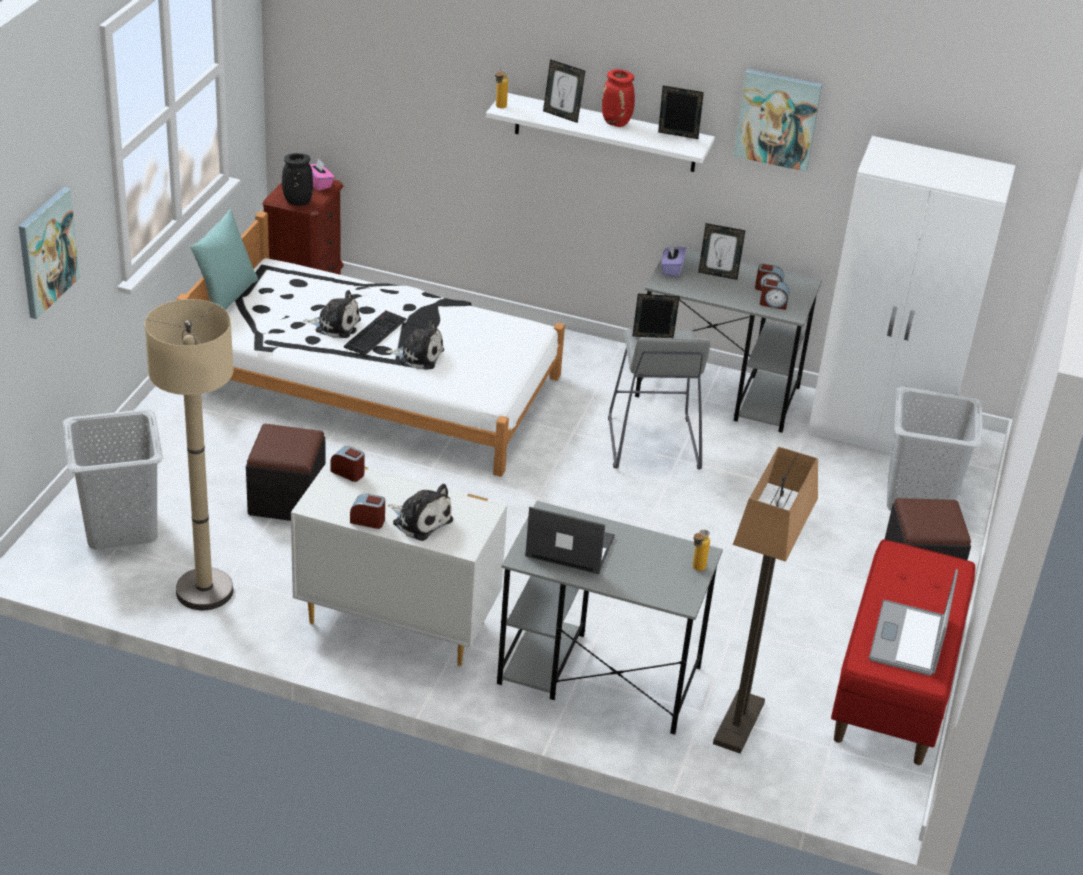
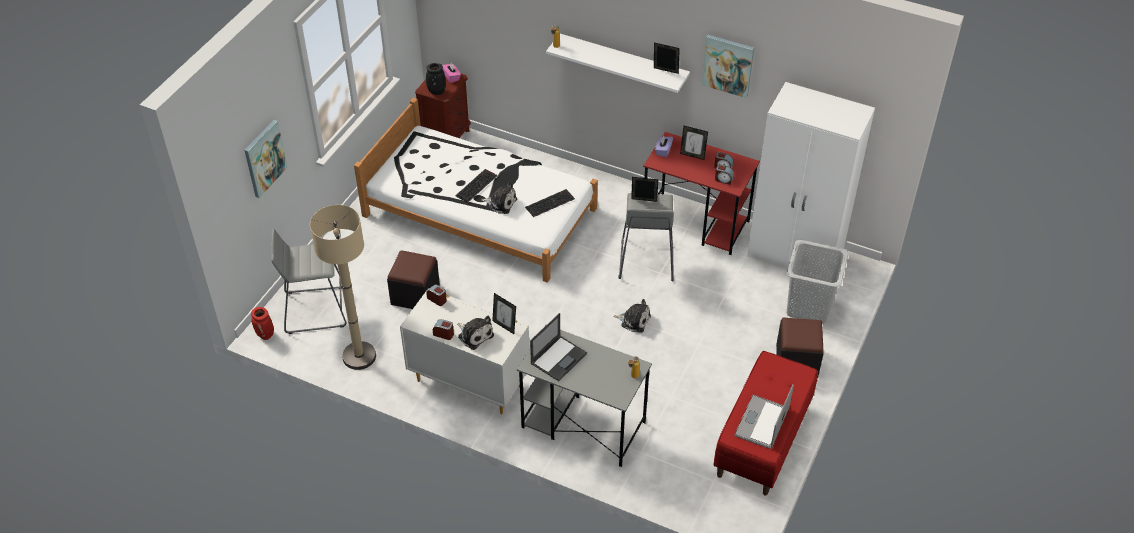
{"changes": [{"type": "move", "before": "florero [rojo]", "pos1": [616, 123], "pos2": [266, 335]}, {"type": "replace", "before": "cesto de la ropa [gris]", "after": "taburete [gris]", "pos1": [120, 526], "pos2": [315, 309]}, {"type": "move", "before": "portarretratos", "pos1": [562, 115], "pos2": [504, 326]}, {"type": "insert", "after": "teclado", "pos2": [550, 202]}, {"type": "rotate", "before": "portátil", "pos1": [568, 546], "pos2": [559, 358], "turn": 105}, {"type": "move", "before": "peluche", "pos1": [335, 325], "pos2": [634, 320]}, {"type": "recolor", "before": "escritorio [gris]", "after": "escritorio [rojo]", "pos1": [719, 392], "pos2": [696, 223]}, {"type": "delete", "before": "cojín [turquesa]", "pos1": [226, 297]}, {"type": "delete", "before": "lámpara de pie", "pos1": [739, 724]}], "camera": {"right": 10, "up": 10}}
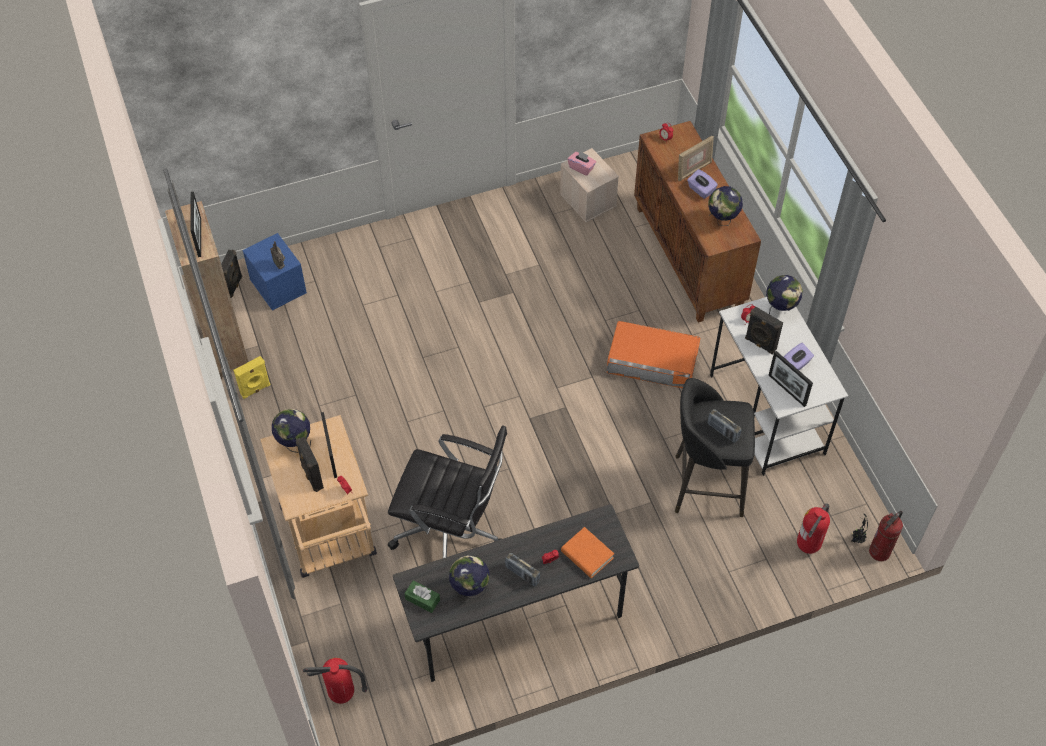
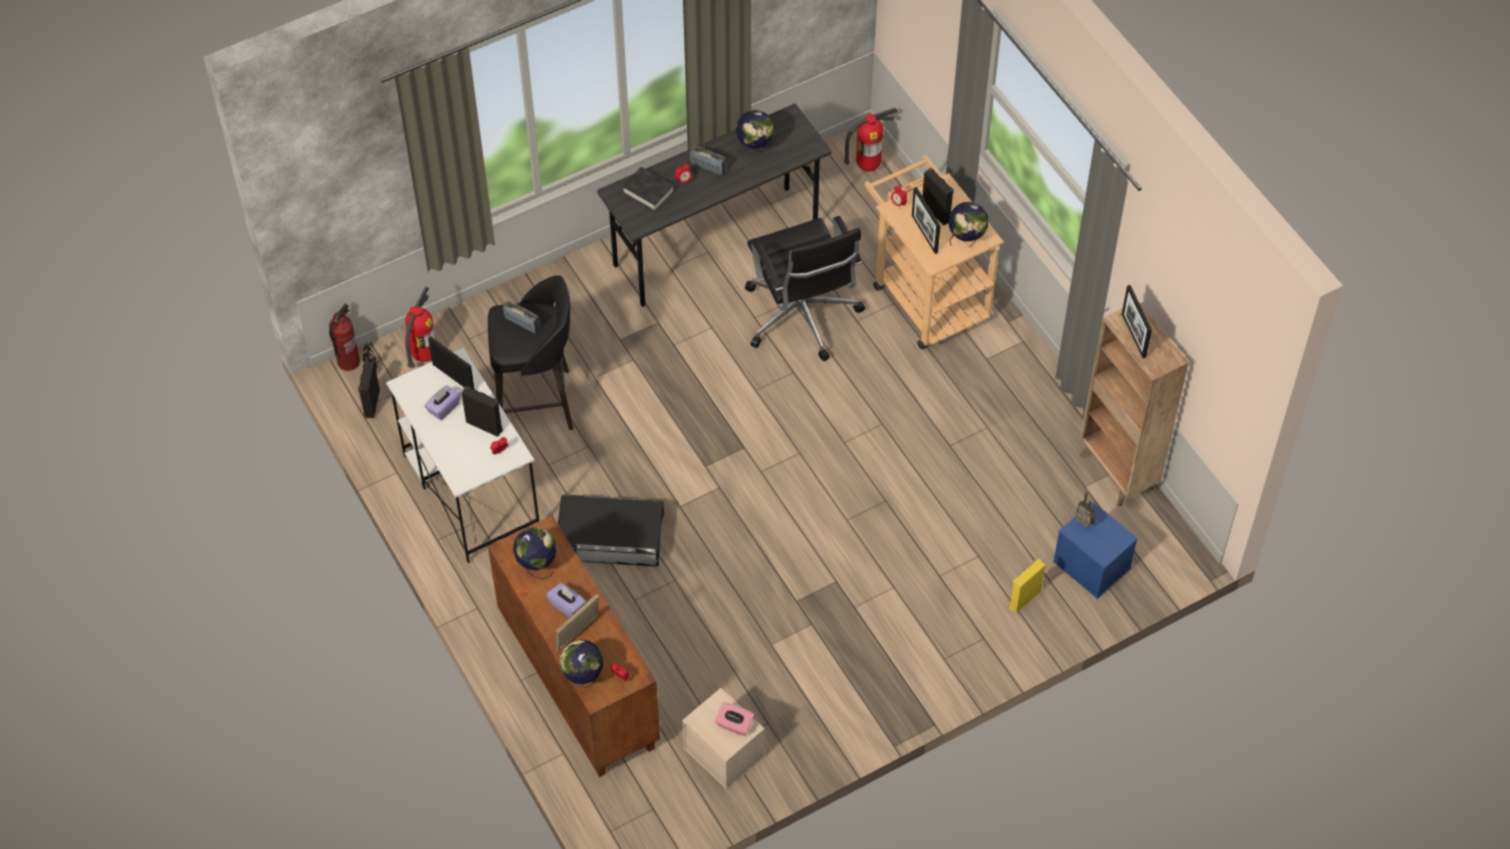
{"changes": [{"type": "move", "before": "altavoz [negro]", "pos1": [234, 286], "pos2": [371, 403]}, {"type": "recolor", "before": "caja de almacenaje [naranja]", "after": "caja de almacenaje [negro]", "pos1": [652, 361], "pos2": [610, 536]}, {"type": "move", "before": "globo terráqueo", "pos1": [780, 309], "pos2": [583, 678]}, {"type": "recolor", "before": "libro [naranja]", "after": "libro [negro]", "pos1": [587, 555], "pos2": [648, 191]}, {"type": "rotate", "before": "silla de oficina [negro]", "pos1": [451, 532], "pos2": [802, 318], "turn": -120}, {"type": "move", "before": "altavoz [amarillo]", "pos1": [255, 390], "pos2": [1024, 598]}, {"type": "delete", "before": "caja de pañuelos [verde]", "pos1": [422, 599]}], "camera": {"right": 170, "up": 0}}
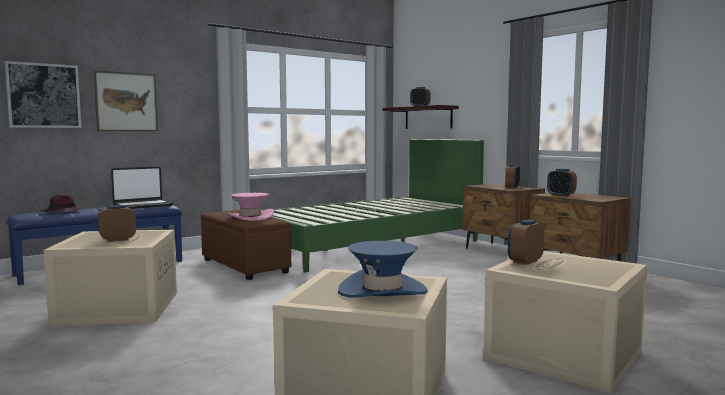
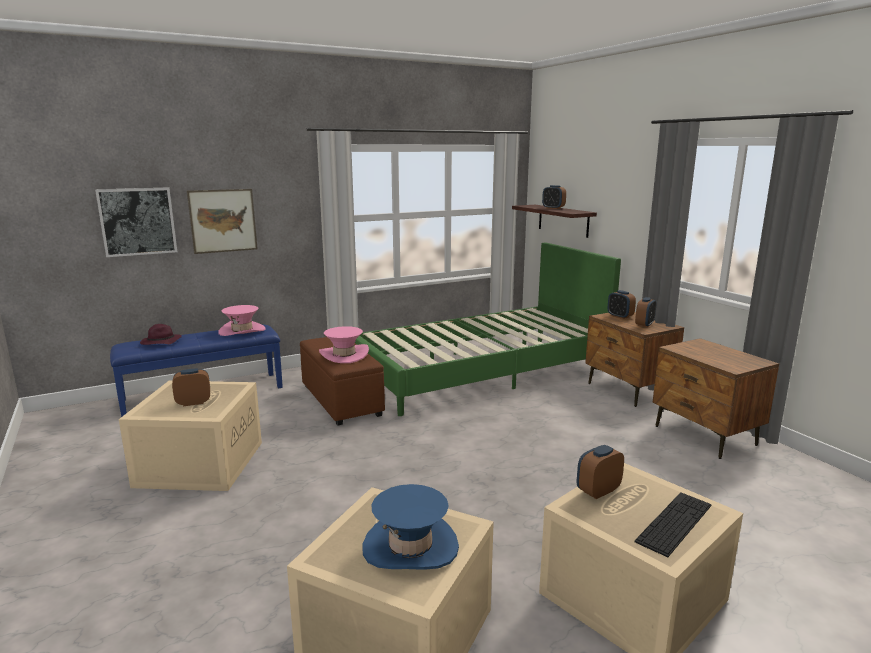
{"changes": [{"type": "replace", "before": "portátil", "after": "sombrero [rosa]", "pos1": [142, 205], "pos2": [242, 331]}, {"type": "move", "before": "despertador", "pos1": [561, 195], "pos2": [620, 316]}, {"type": "insert", "after": "teclado", "pos2": [674, 523]}], "camera": {"right": 10, "up": 10}}
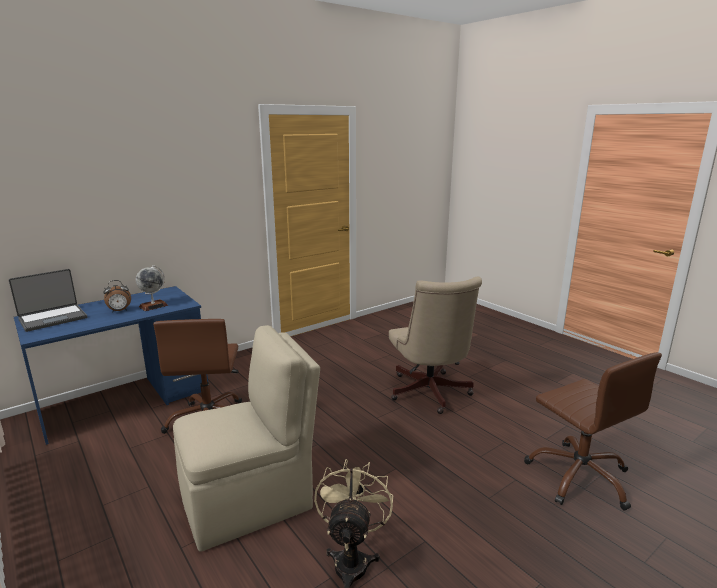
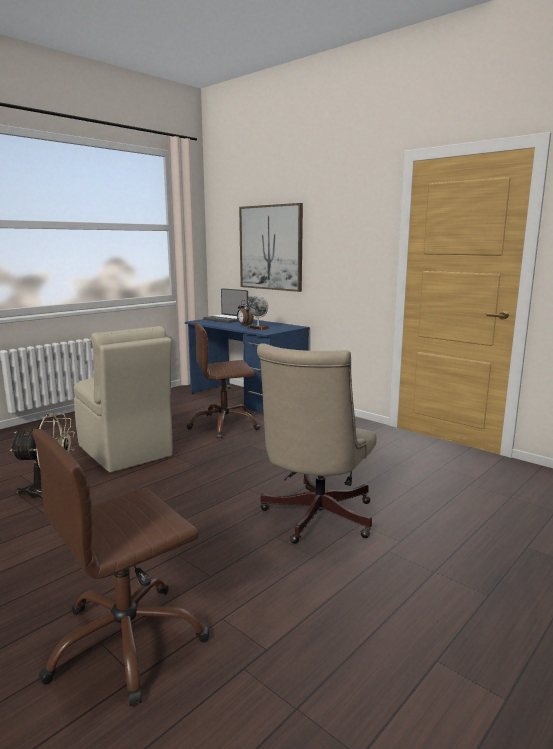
{"changes": [{"type": "insert", "after": "cuadro", "pos2": [270, 247]}, {"type": "rotate", "before": "silla de oficina [beis]", "pos1": [430, 394], "pos2": [314, 519], "turn": -45}], "camera": {"right": 80, "up": -5}}
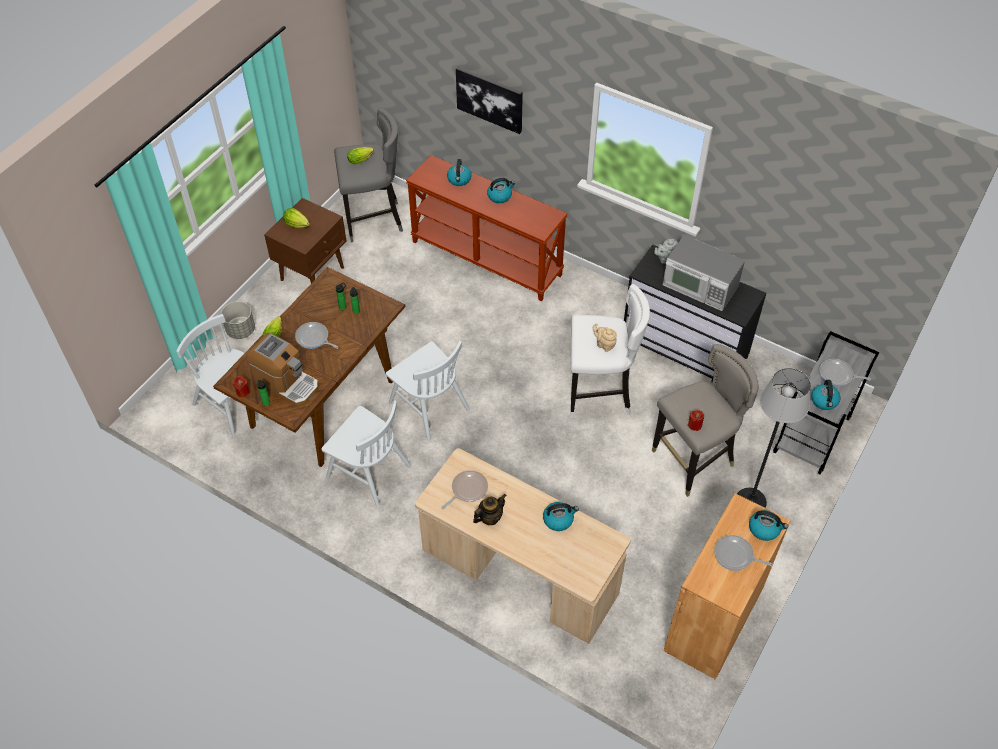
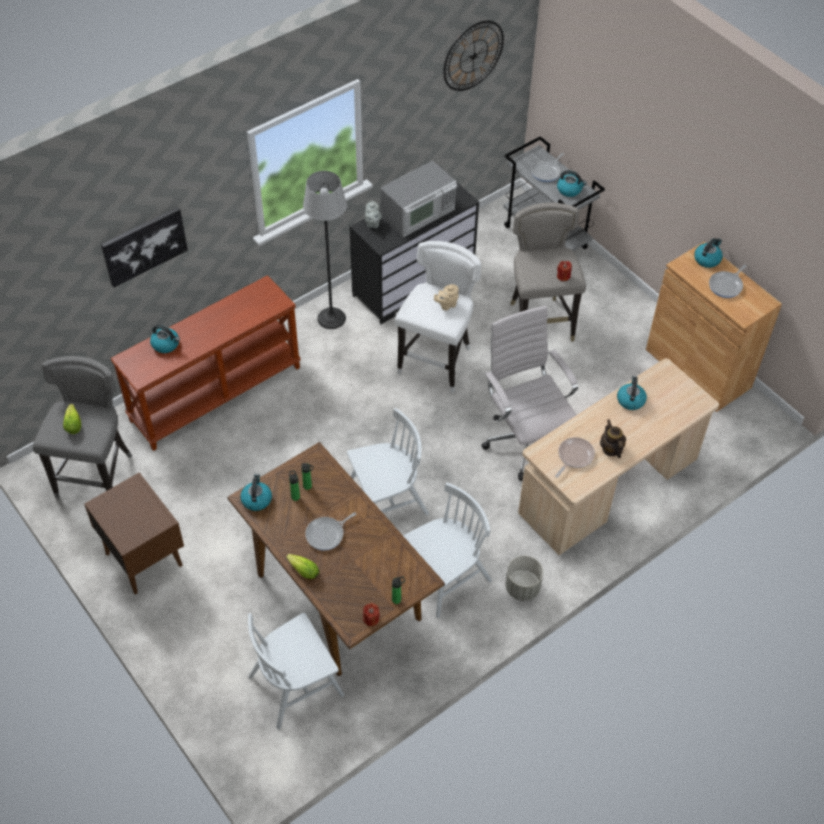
{"changes": [{"type": "move", "before": "hervidor", "pos1": [500, 196], "pos2": [256, 499]}, {"type": "move", "before": "lámpara de pie", "pos1": [750, 500], "pos2": [331, 318]}, {"type": "insert", "after": "reloj de pared", "pos2": [473, 56]}, {"type": "insert", "after": "silla de oficina [blanco]", "pos2": [525, 440]}, {"type": "move", "before": "maceta [gris]", "pos1": [240, 330], "pos2": [522, 588]}, {"type": "rotate", "before": "sartén", "pos1": [467, 490], "pos2": [574, 456], "turn": 60}, {"type": "delete", "before": "cafetera", "pos1": [287, 383]}, {"type": "delete", "before": "lechuga", "pos1": [296, 224]}], "camera": {"right": -70, "up": 0}}
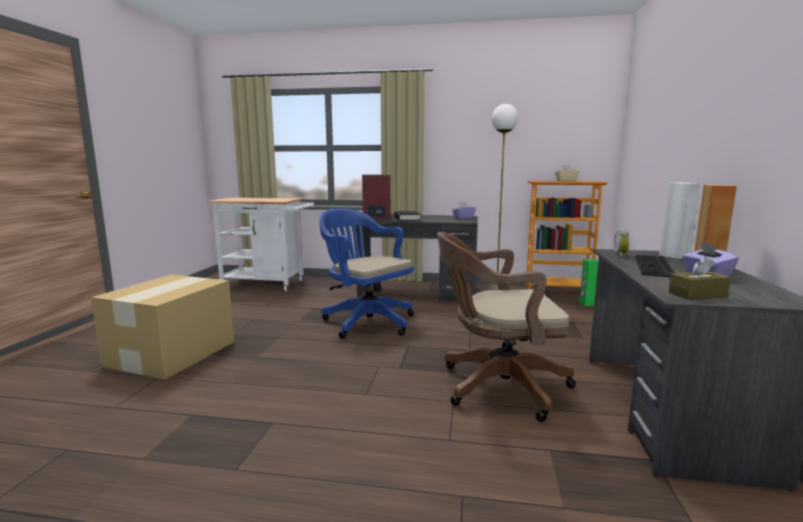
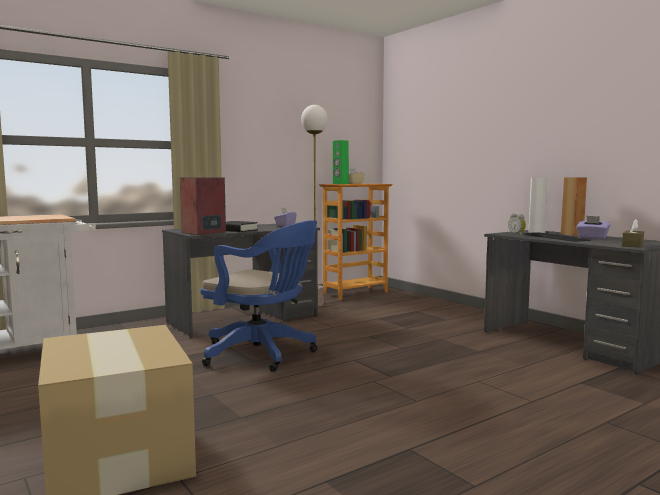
{"changes": [{"type": "rotate", "before": "silla de oficina [azul]", "pos1": [365, 321], "pos2": [263, 354], "turn": -150}, {"type": "move", "before": "altavoz [verde]", "pos1": [587, 304], "pos2": [340, 184]}, {"type": "delete", "before": "silla de oficina [marrón]", "pos1": [497, 386]}], "camera": {"right": -45, "up": -5}}
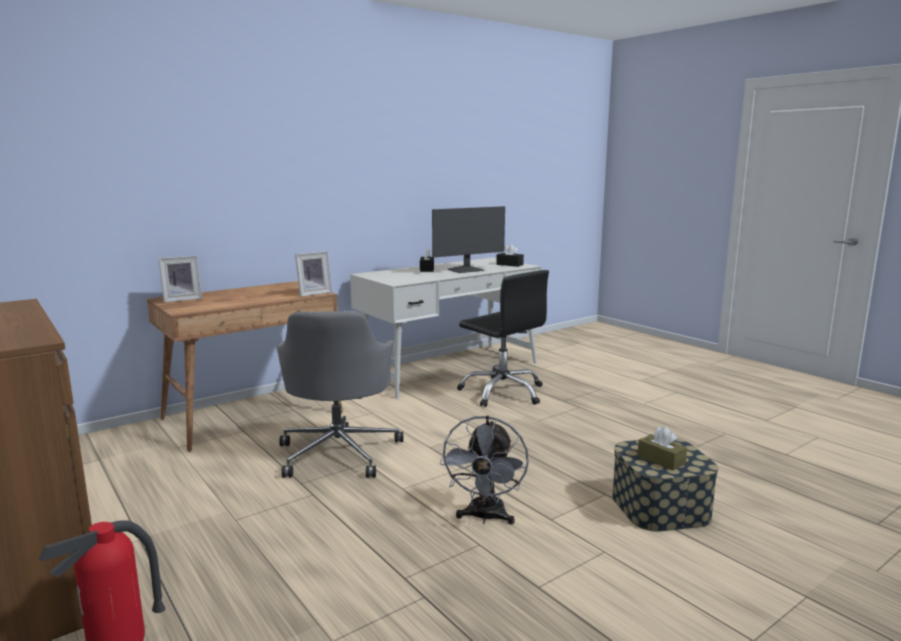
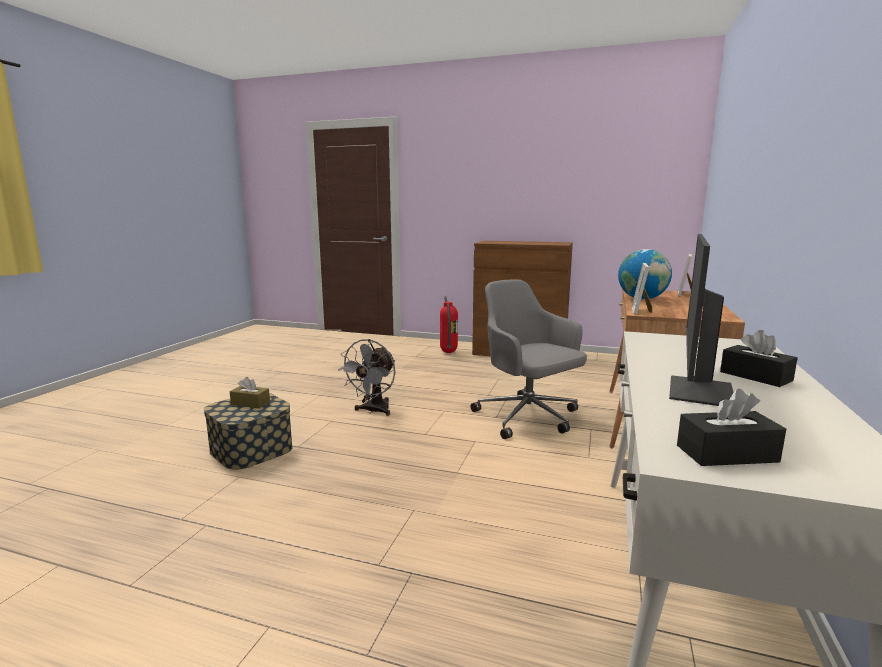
{"changes": [{"type": "rotate", "before": "ventilador [gris]", "pos1": [485, 517], "pos2": [373, 411], "turn": -135}, {"type": "insert", "after": "globo terráqueo", "pos2": [642, 299]}, {"type": "delete", "before": "silla de oficina [negro]", "pos1": [503, 392]}], "camera": {"right": 145, "up": 0}}
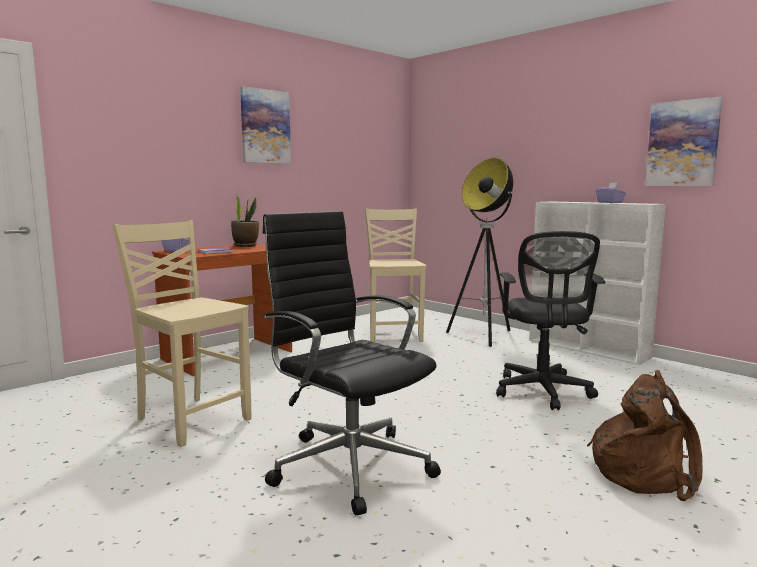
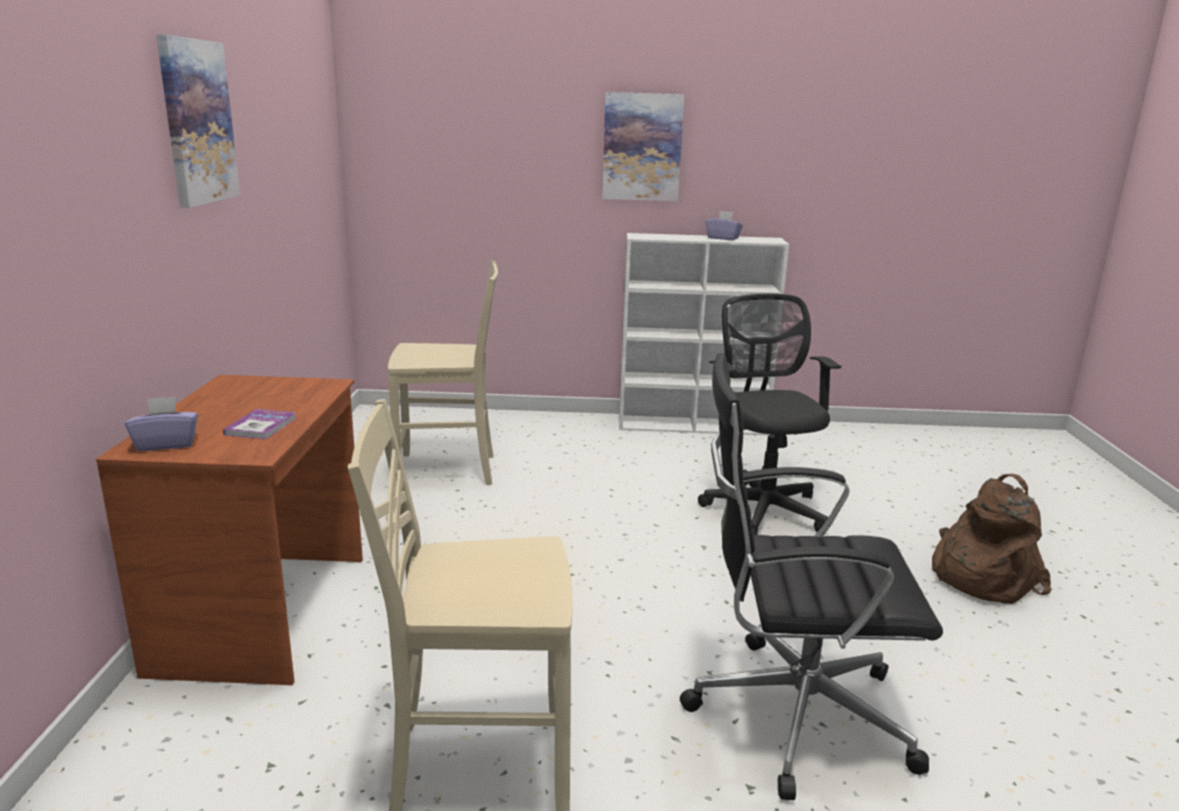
{"changes": [{"type": "rotate", "before": "silla [beis]", "pos1": [394, 334], "pos2": [448, 471], "turn": 135}, {"type": "move", "before": "cuadro", "pos1": [682, 143], "pos2": [642, 147]}, {"type": "rotate", "before": "silla de oficina [negro]", "pos1": [543, 392], "pos2": [762, 509], "turn": -150}, {"type": "delete", "before": "planta en maceta", "pos1": [245, 246]}, {"type": "delete", "before": "lámpara de pie", "pos1": [484, 336]}], "camera": {"right": -45, "up": 10}}
